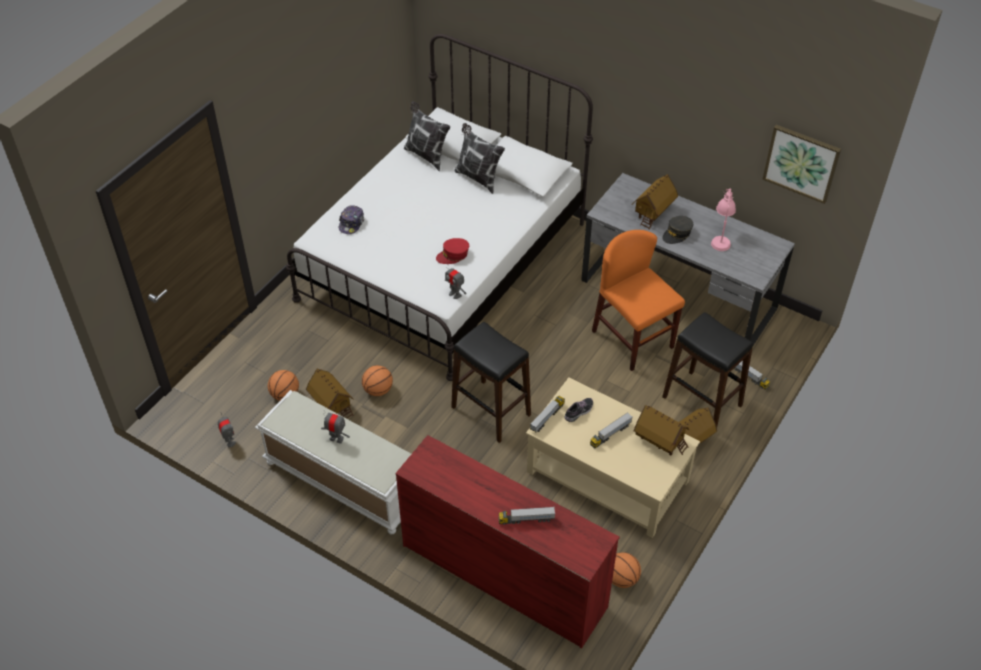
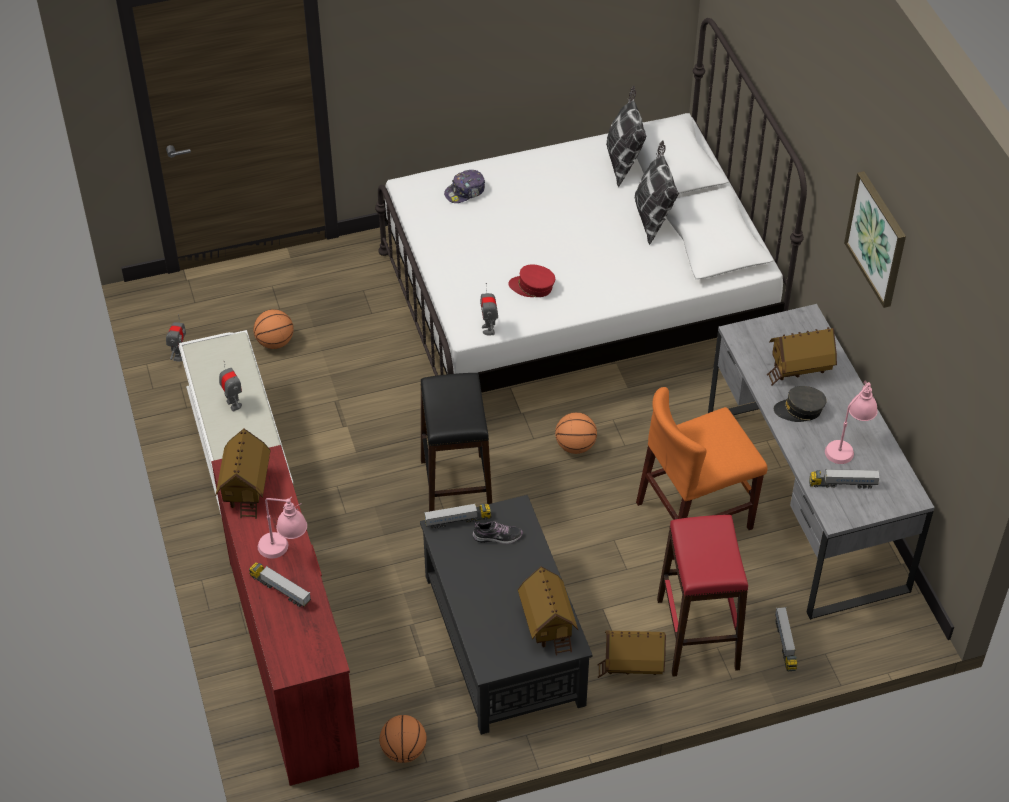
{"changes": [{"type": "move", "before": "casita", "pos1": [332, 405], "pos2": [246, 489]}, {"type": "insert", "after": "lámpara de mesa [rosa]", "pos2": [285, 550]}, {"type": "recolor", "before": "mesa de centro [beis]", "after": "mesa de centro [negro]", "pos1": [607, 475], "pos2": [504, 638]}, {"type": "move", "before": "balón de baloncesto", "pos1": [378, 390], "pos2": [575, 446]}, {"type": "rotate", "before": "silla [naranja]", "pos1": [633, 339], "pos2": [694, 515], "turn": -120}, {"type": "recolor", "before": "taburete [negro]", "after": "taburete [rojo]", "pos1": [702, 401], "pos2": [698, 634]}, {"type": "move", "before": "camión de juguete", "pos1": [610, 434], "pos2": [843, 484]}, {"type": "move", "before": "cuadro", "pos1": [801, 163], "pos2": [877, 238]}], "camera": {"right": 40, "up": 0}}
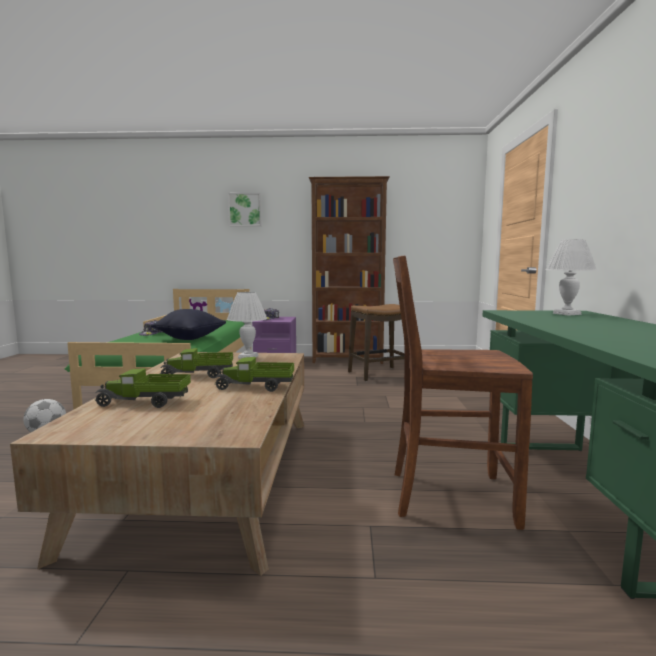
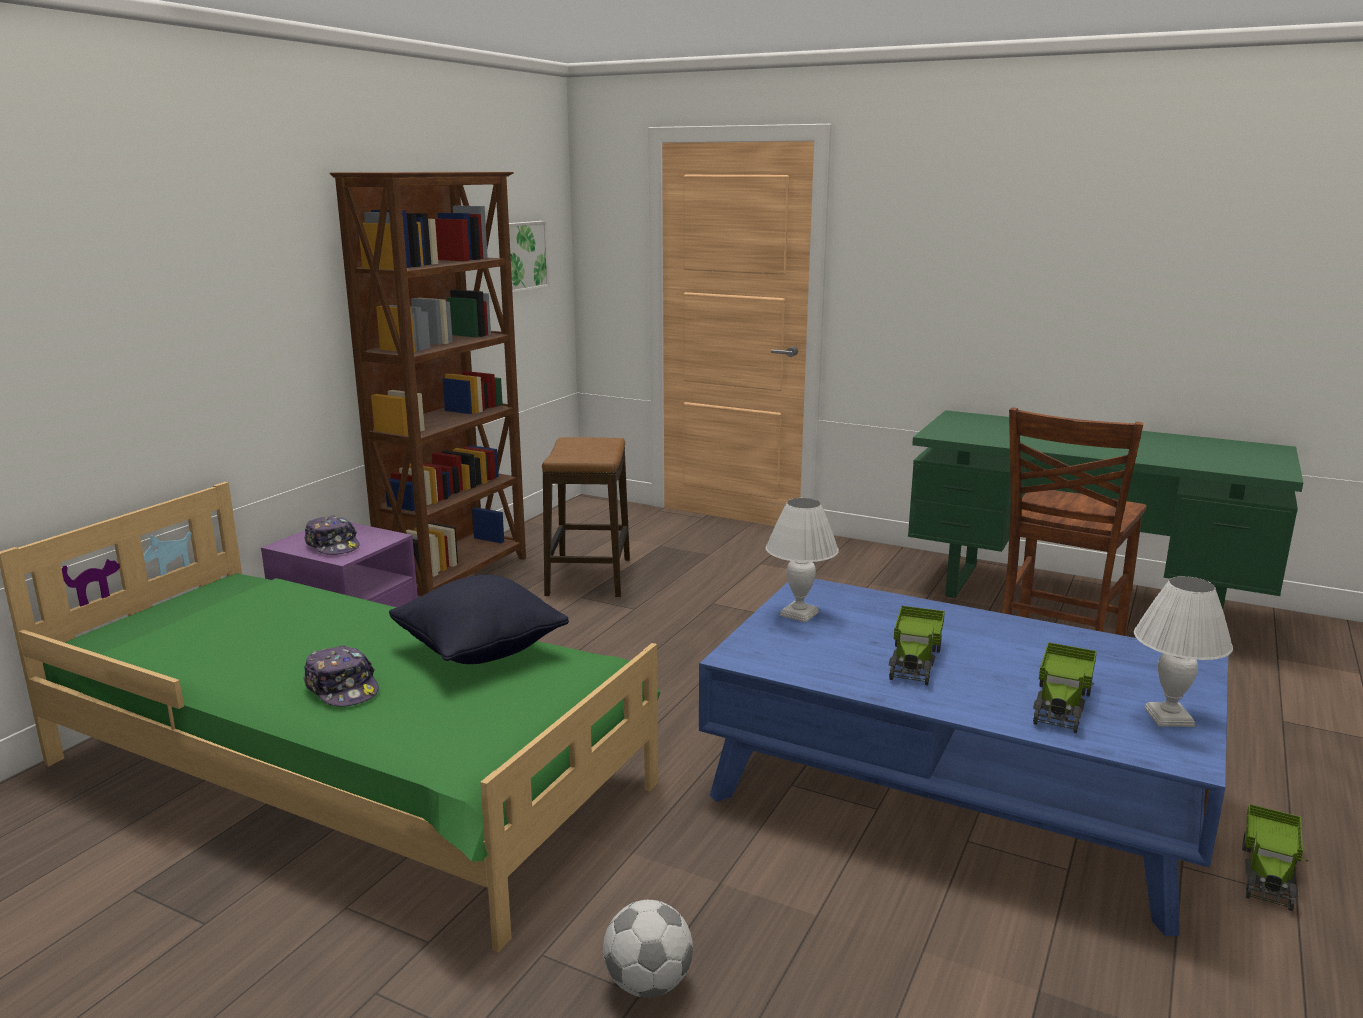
{"changes": [{"type": "move", "before": "cuadro", "pos1": [245, 209], "pos2": [522, 256]}, {"type": "recolor", "before": "mesa de centro [marrón]", "after": "mesa de centro [azul]", "pos1": [210, 475], "pos2": [954, 791]}, {"type": "move", "before": "lámpara de mesa [blanco]", "pos1": [567, 314], "pos2": [1167, 716]}, {"type": "move", "before": "camión de juguete", "pos1": [256, 387], "pos2": [1269, 872]}], "camera": {"right": -65, "up": 10}}
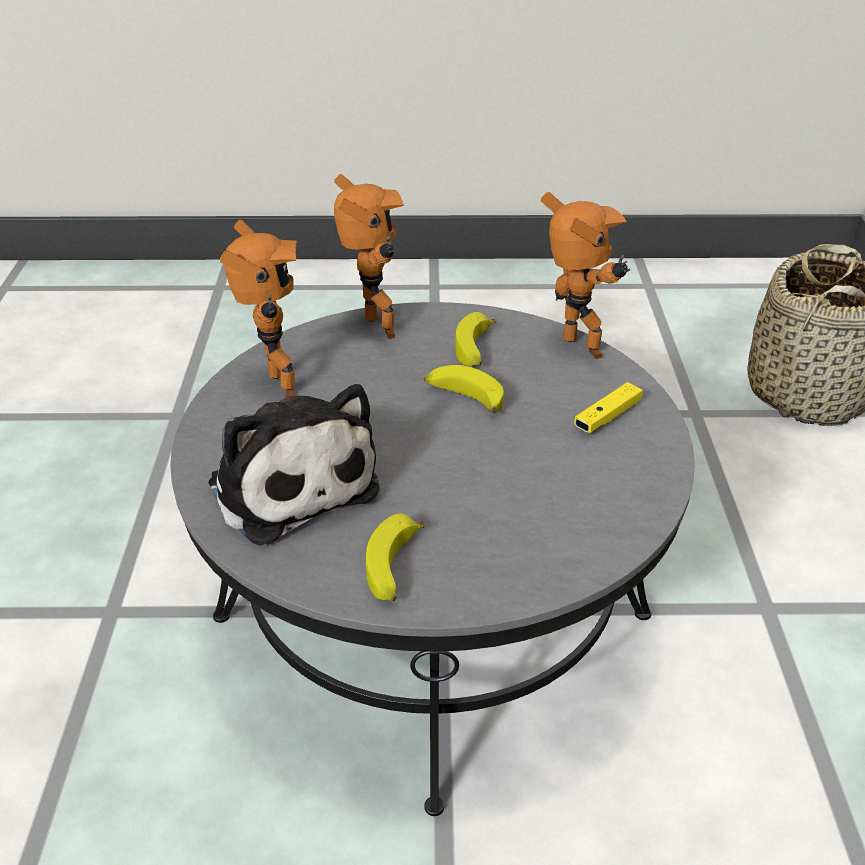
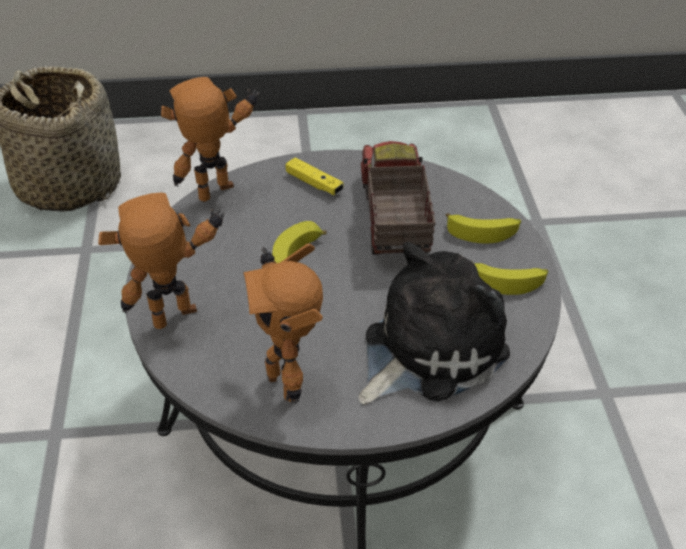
{"changes": [{"type": "rotate", "before": "robot de juguete", "pos1": [275, 389], "pos2": [288, 383], "turn": -90}, {"type": "insert", "after": "camión de juguete", "pos2": [393, 219]}, {"type": "move", "before": "plátano", "pos1": [475, 350], "pos2": [483, 231]}], "camera": {"right": -95, "up": 5}}
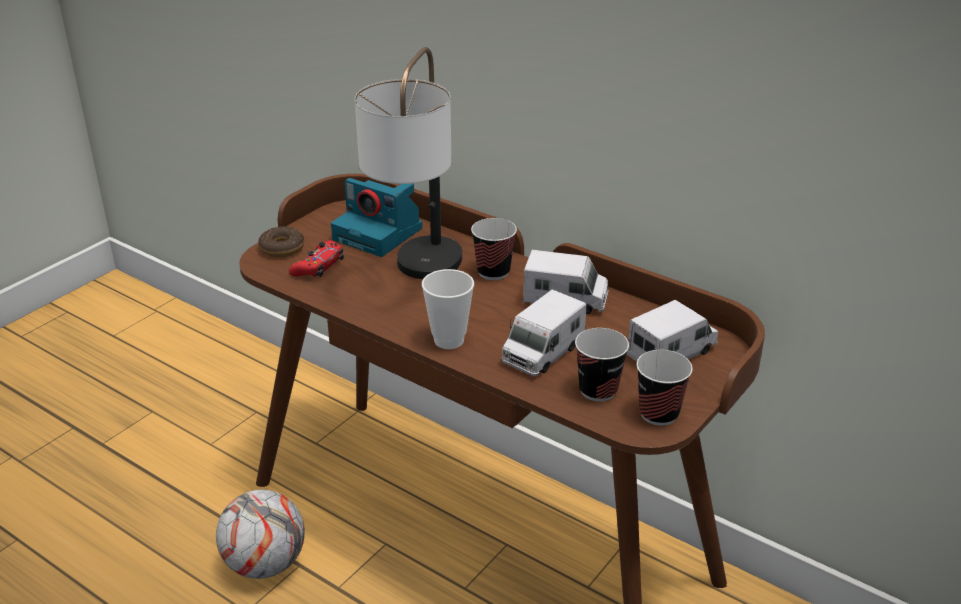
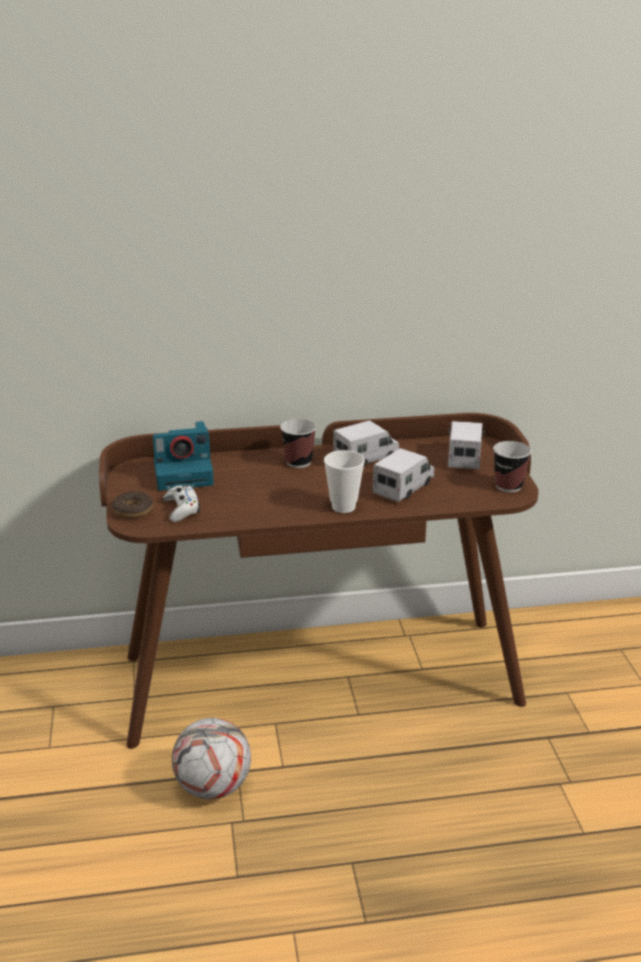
{"changes": [{"type": "recolor", "before": "mando de consola [rojo]", "after": "mando de consola [blanco]", "pos1": [318, 266], "pos2": [182, 509]}, {"type": "rotate", "before": "camión de juguete", "pos1": [542, 352], "pos2": [404, 488], "turn": -135}, {"type": "delete", "before": "lámpara de mesa", "pos1": [418, 279]}, {"type": "delete", "before": "taza", "pos1": [598, 390]}], "camera": {"right": -45, "up": -5}}
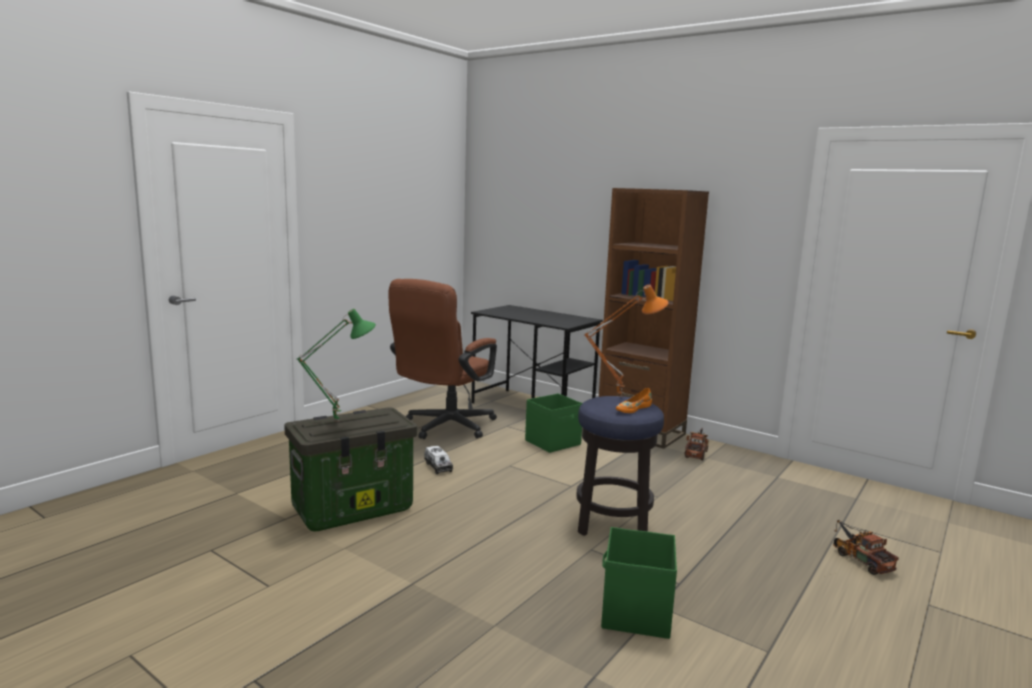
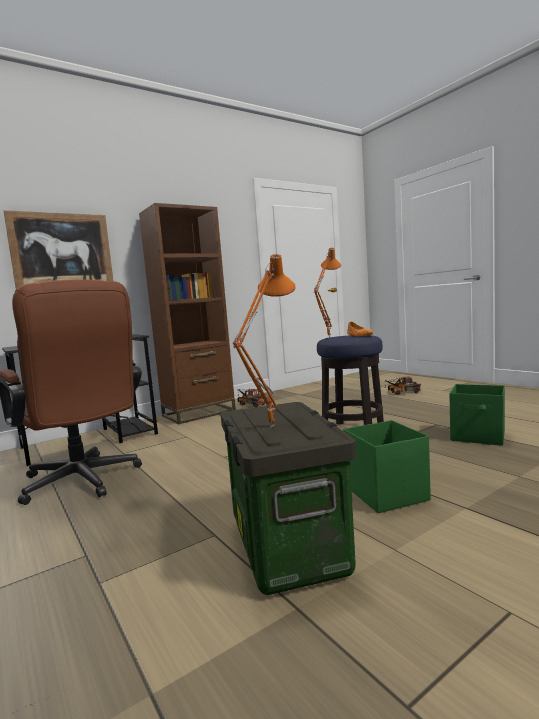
{"changes": [{"type": "insert", "after": "cuadro", "pos2": [62, 253]}, {"type": "recolor", "before": "lámpara de mesa [verde]", "after": "lámpara de mesa [naranja]", "pos1": [338, 420], "pos2": [269, 426]}, {"type": "move", "before": "caja de almacenaje [verde]", "pos1": [553, 442], "pos2": [386, 493]}, {"type": "delete", "before": "camión de juguete", "pos1": [438, 466]}], "camera": {"right": -70, "up": -5}}
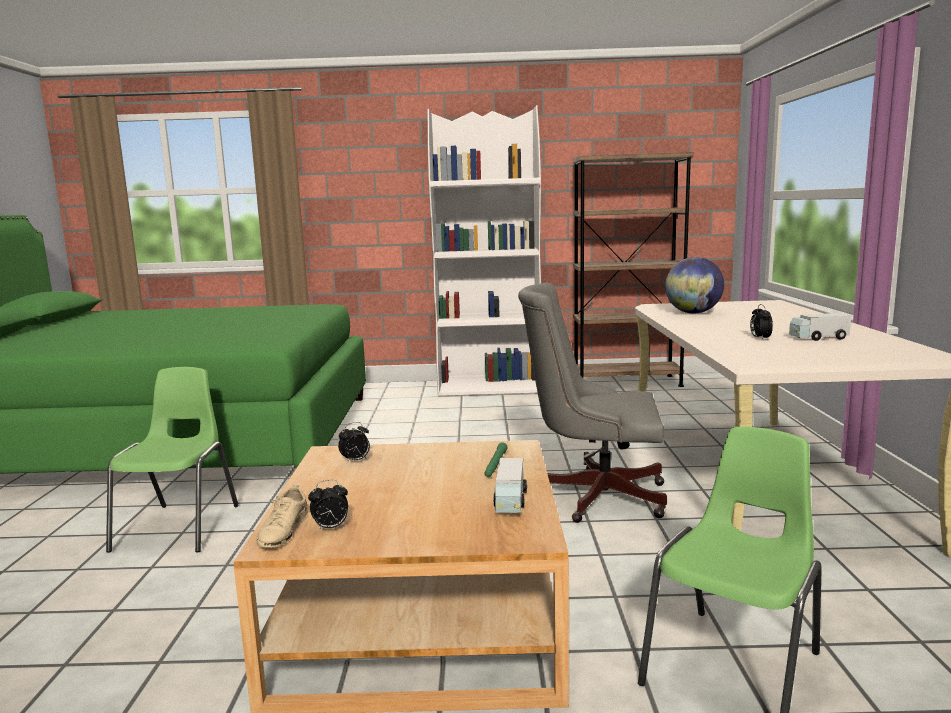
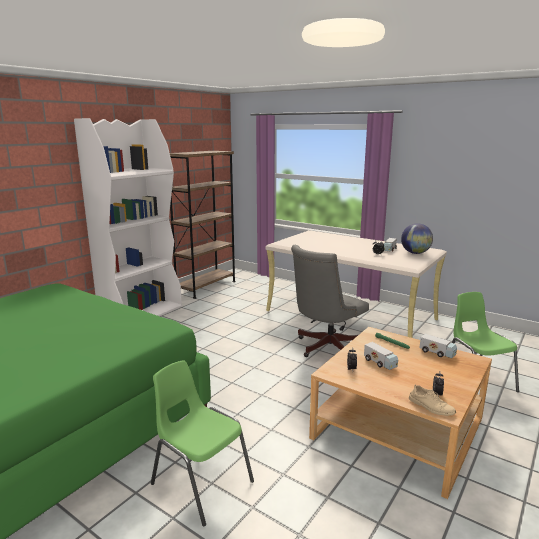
{"changes": [{"type": "insert", "after": "camión de juguete", "pos2": [380, 363]}, {"type": "move", "before": "globo terráqueo", "pos1": [693, 313], "pos2": [415, 253]}], "camera": {"right": -55, "up": 5}}
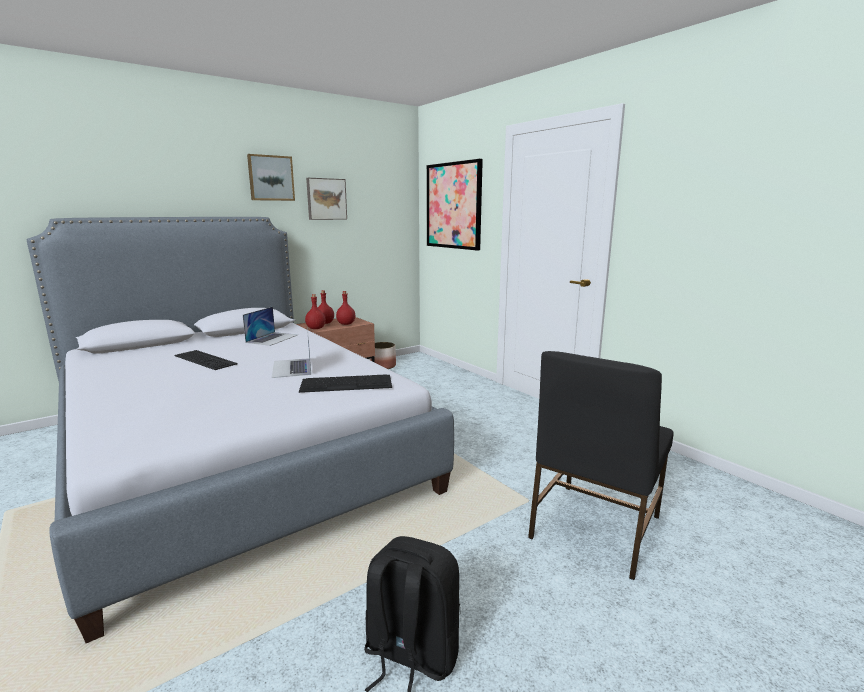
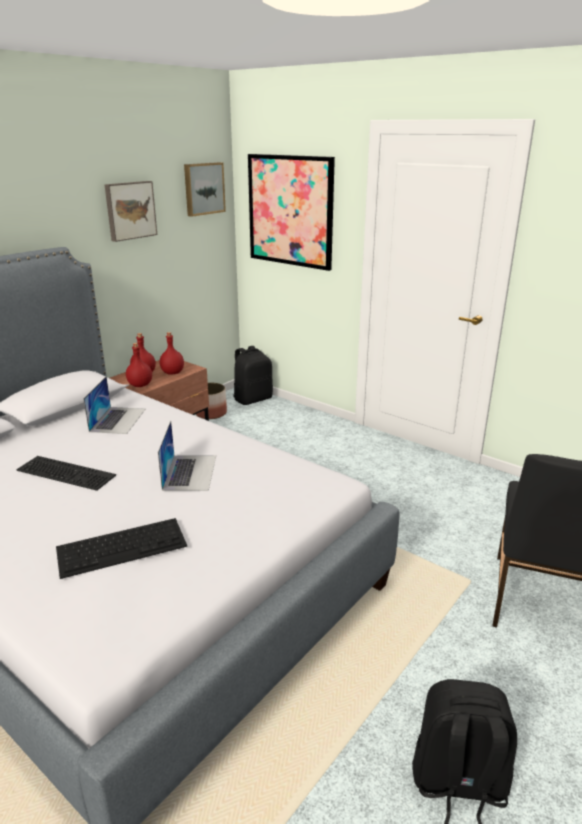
{"changes": [{"type": "move", "before": "teclado", "pos1": [347, 383], "pos2": [123, 546]}, {"type": "rotate", "before": "portátil", "pos1": [292, 367], "pos2": [190, 472], "turn": -150}, {"type": "move", "before": "cuadro", "pos1": [271, 178], "pos2": [203, 188]}, {"type": "insert", "after": "mochila [negro]", "pos2": [253, 399]}], "camera": {"right": -15, "up": 10}}
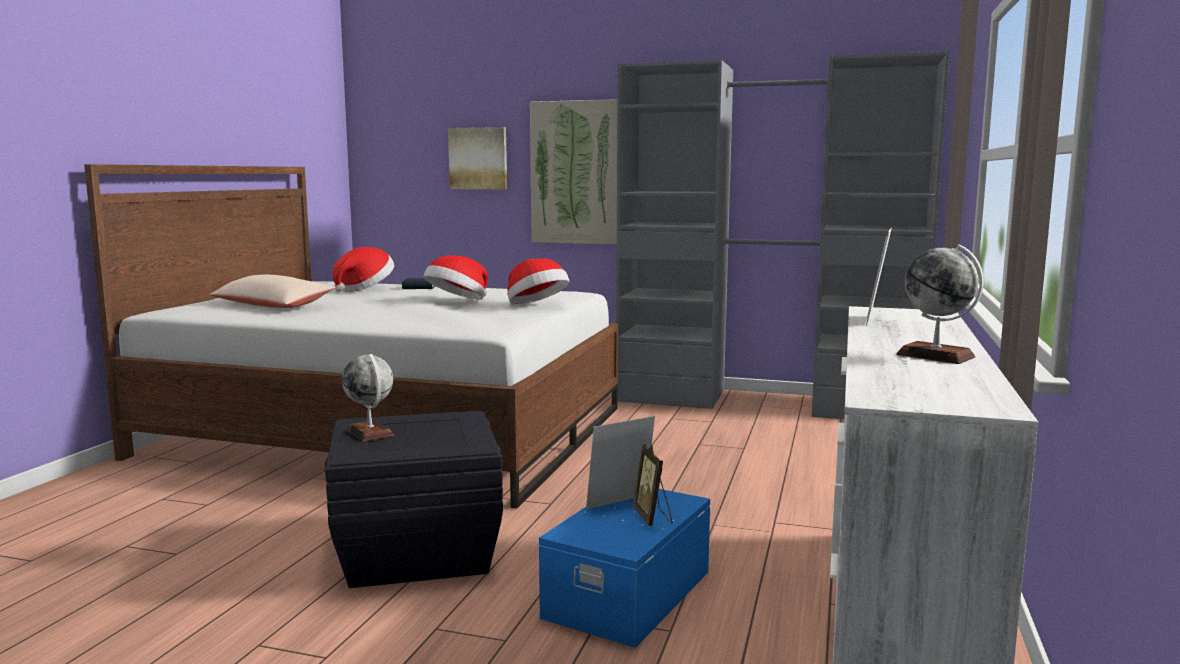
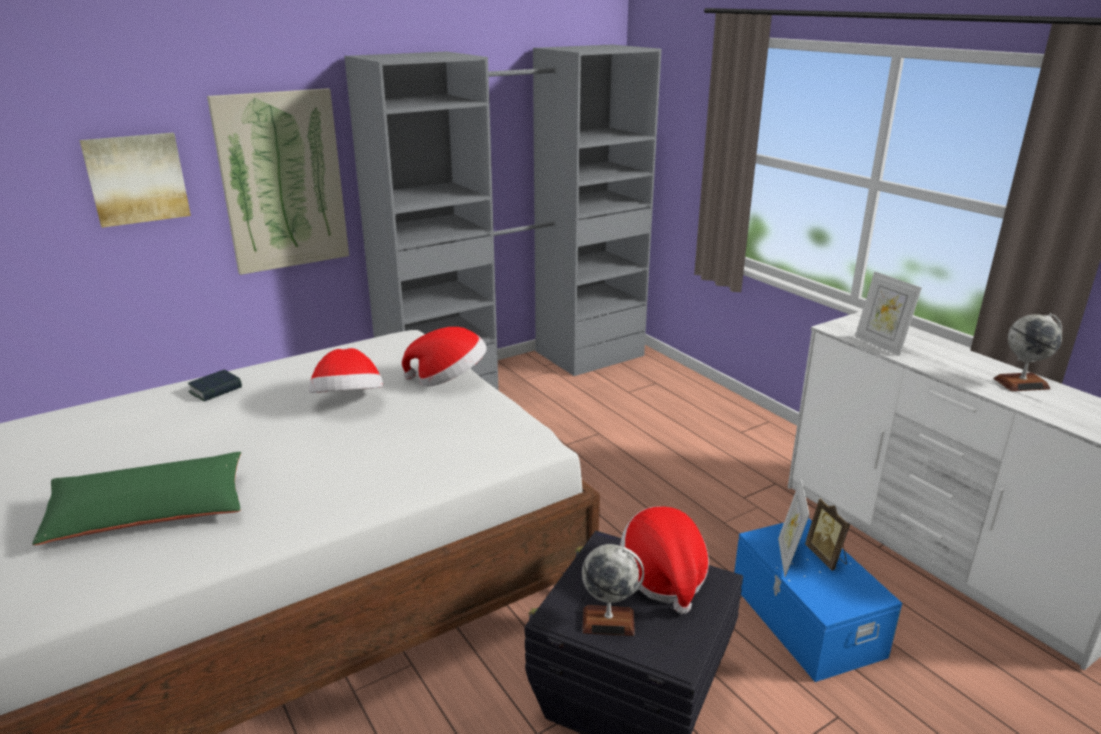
{"changes": [{"type": "recolor", "before": "cojín [beis]", "after": "cojín [verde]", "pos1": [272, 305], "pos2": [149, 513]}, {"type": "move", "before": "sombrero", "pos1": [365, 289], "pos2": [663, 578]}, {"type": "rotate", "before": "portarretratos", "pos1": [653, 517], "pos2": [826, 557], "turn": 45}], "camera": {"right": -50, "up": 15}}
